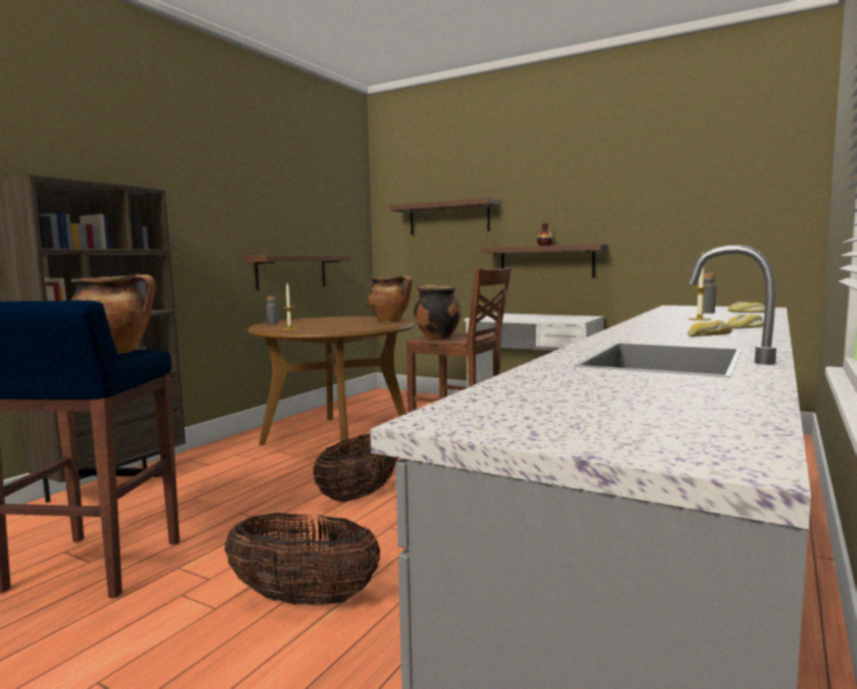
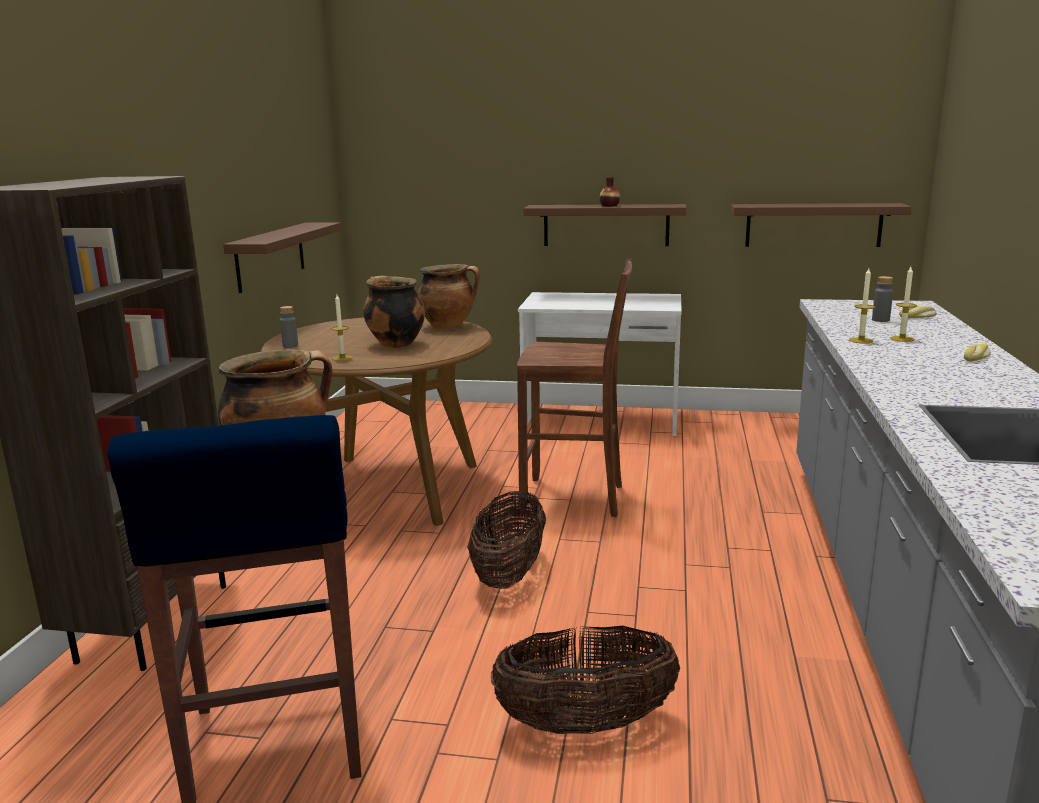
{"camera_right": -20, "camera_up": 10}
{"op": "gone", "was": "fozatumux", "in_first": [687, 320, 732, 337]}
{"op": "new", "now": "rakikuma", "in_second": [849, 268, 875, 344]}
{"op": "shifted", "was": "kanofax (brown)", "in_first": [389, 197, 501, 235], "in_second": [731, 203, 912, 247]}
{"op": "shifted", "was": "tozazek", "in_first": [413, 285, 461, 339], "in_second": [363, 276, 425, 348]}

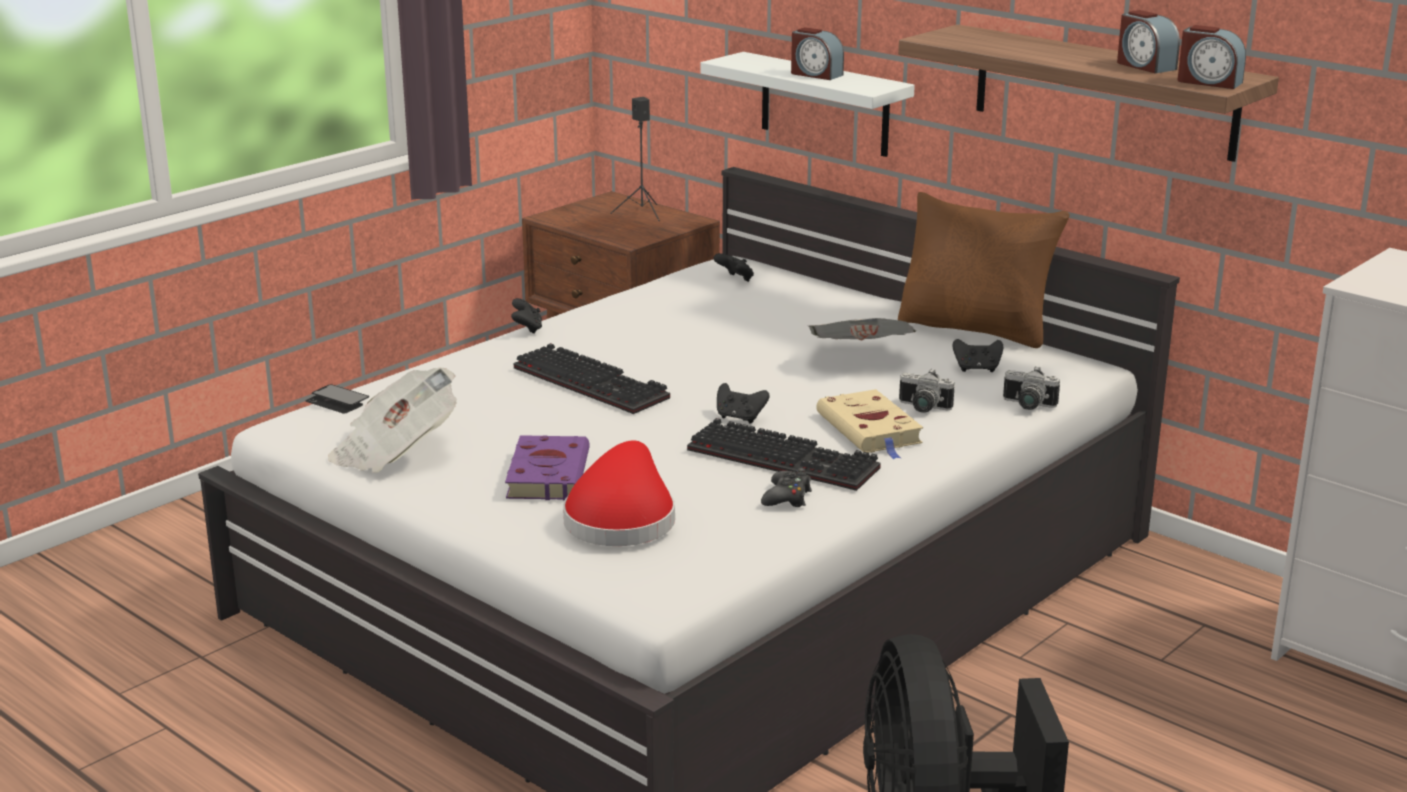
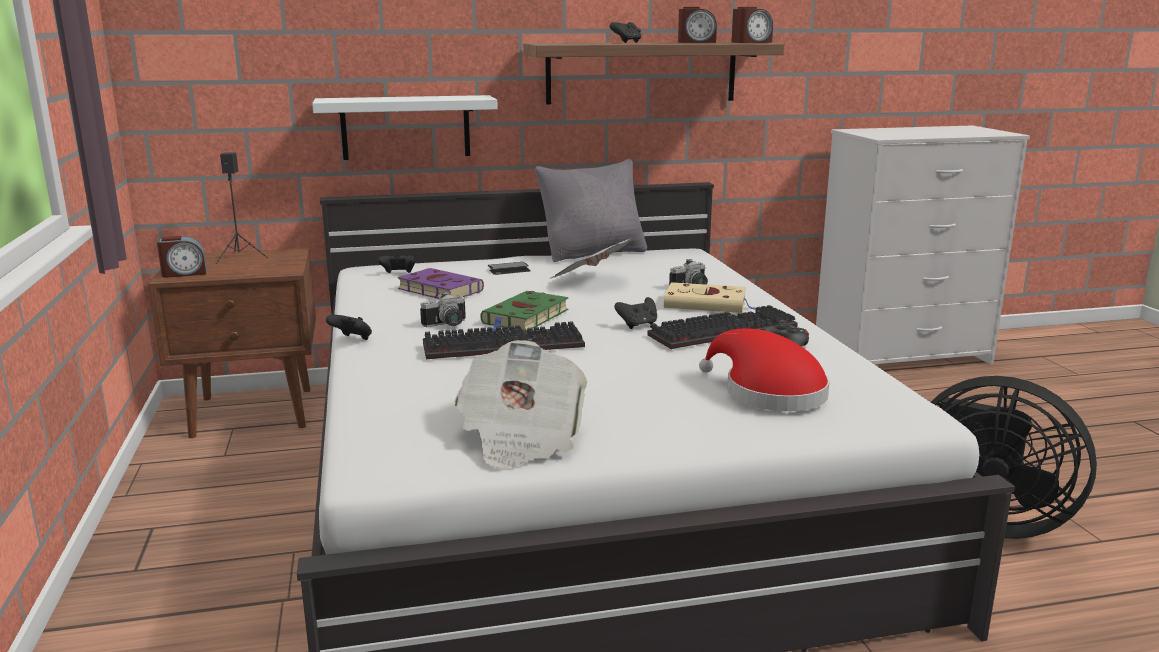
{"camera_right": -55, "camera_up": -5}
{"op": "new", "now": "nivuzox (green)", "in_second": [480, 291, 568, 331]}
{"op": "shifted", "was": "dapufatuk", "in_first": [306, 384, 369, 413], "in_second": [488, 262, 531, 275]}
{"op": "shifted", "was": "nivuzox (purple)", "in_first": [505, 435, 590, 501], "in_second": [397, 268, 484, 299]}
{"op": "shifted", "was": "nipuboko", "in_first": [791, 27, 844, 80], "in_second": [157, 236, 207, 278]}
{"op": "shifted", "was": "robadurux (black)", "in_first": [952, 339, 1003, 372], "in_second": [609, 22, 641, 43]}
{"op": "shifted", "was": "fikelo", "in_first": [1003, 366, 1060, 410], "in_second": [420, 292, 466, 327]}
{"op": "repainted", "was": "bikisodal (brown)", "now": "bikisodal (grey)", "in_first": [898, 192, 1070, 348], "in_second": [535, 159, 647, 262]}

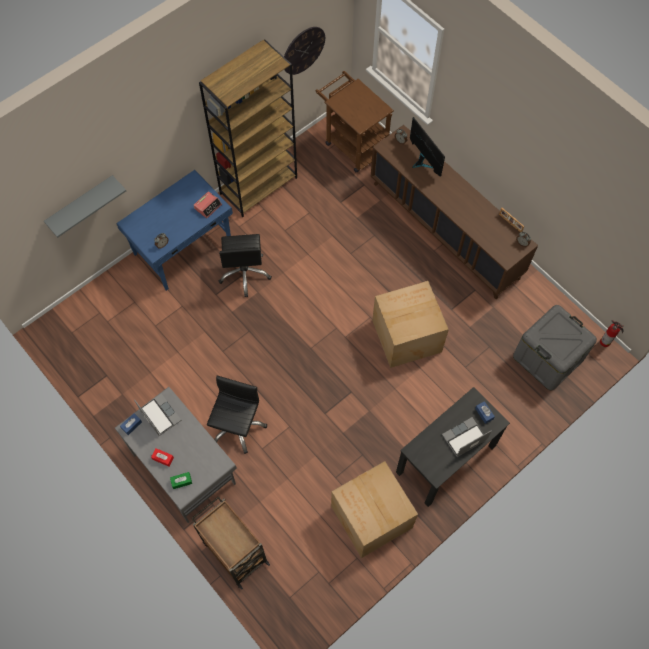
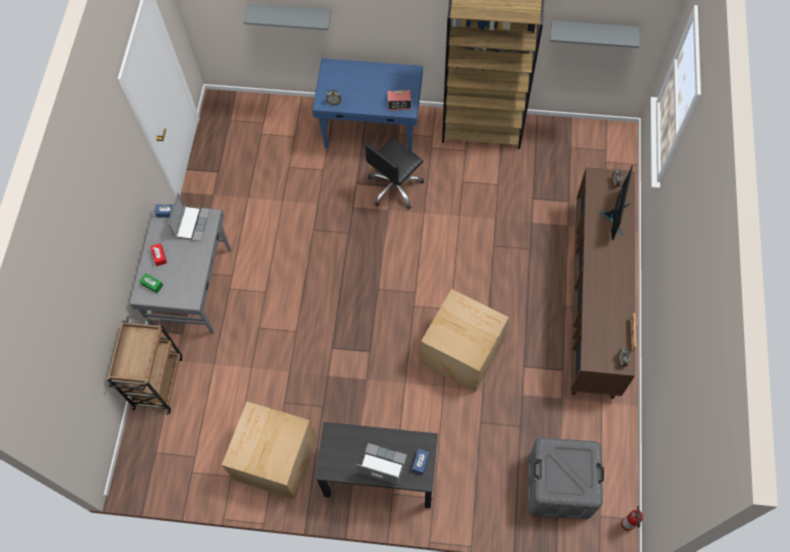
{"camera_right": 50, "camera_up": 0}
{"op": "gone", "was": "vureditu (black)", "in_first": [207, 375, 267, 454]}
{"op": "gone", "was": "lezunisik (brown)", "in_first": [316, 71, 394, 173]}
{"op": "swapped", "was": "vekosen", "now": "kanofax (grey)", "in_first": [284, 27, 325, 75], "in_second": [550, 20, 640, 48]}

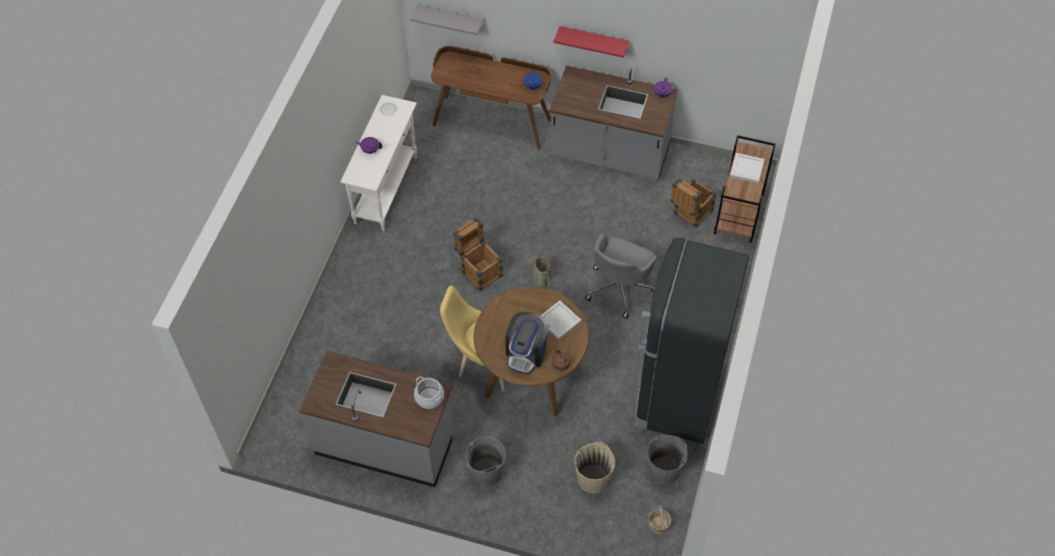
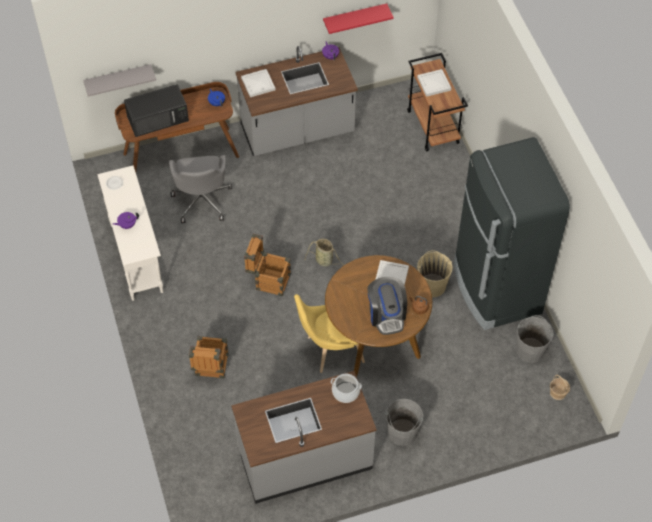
{"camera_right": -35, "camera_up": 0}
{"op": "new", "now": "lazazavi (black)", "in_second": [124, 84, 189, 137]}
{"op": "new", "now": "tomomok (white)", "in_second": [241, 69, 275, 97]}
{"op": "shifted", "was": "kanofax (red)", "in_first": [554, 26, 629, 58], "in_second": [323, 3, 394, 34]}
{"op": "shifted", "was": "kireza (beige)", "in_first": [574, 442, 615, 494], "in_second": [417, 250, 453, 297]}
{"op": "shifted", "was": "vureditu (grey)", "in_first": [585, 233, 657, 319], "in_second": [169, 155, 232, 223]}
{"op": "shifted", "was": "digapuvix", "in_first": [670, 178, 716, 228], "in_second": [189, 336, 229, 378]}

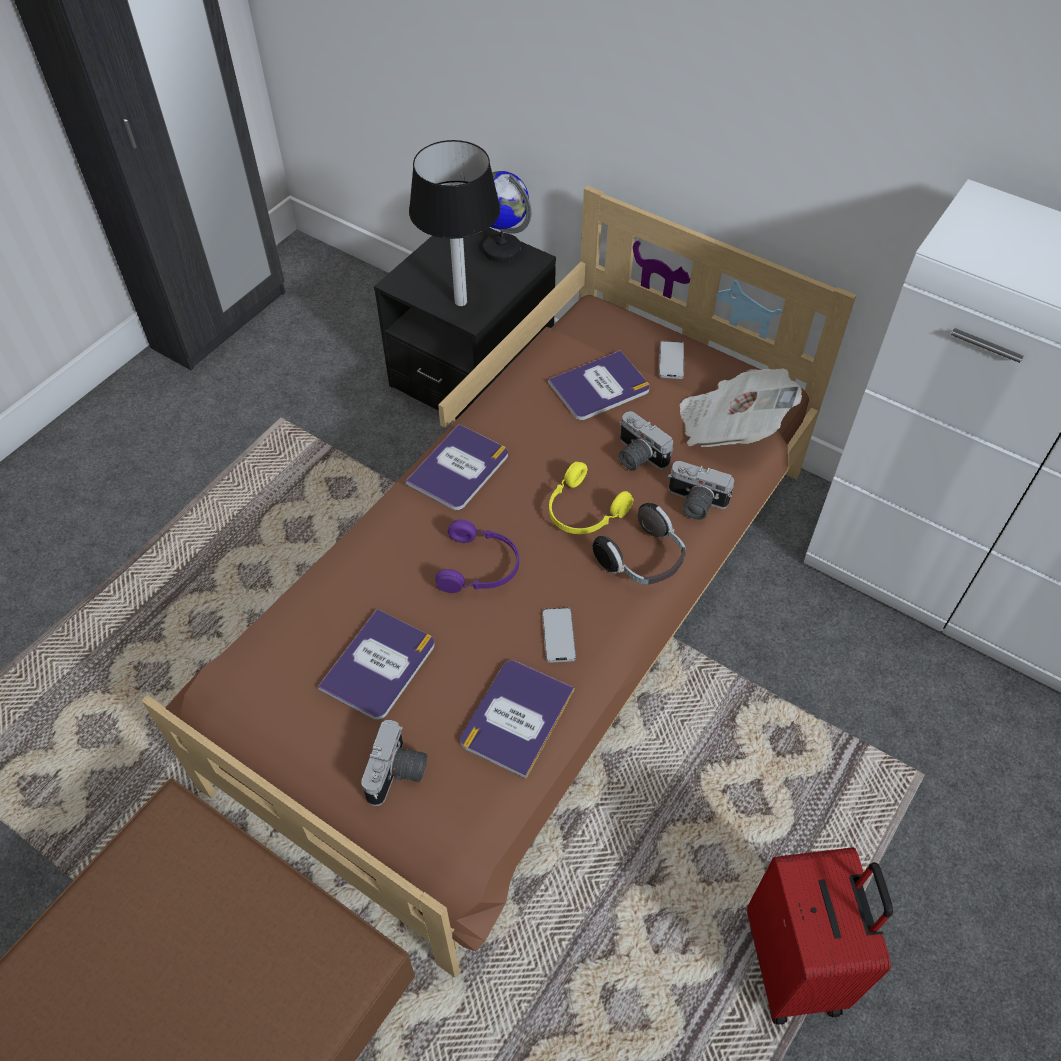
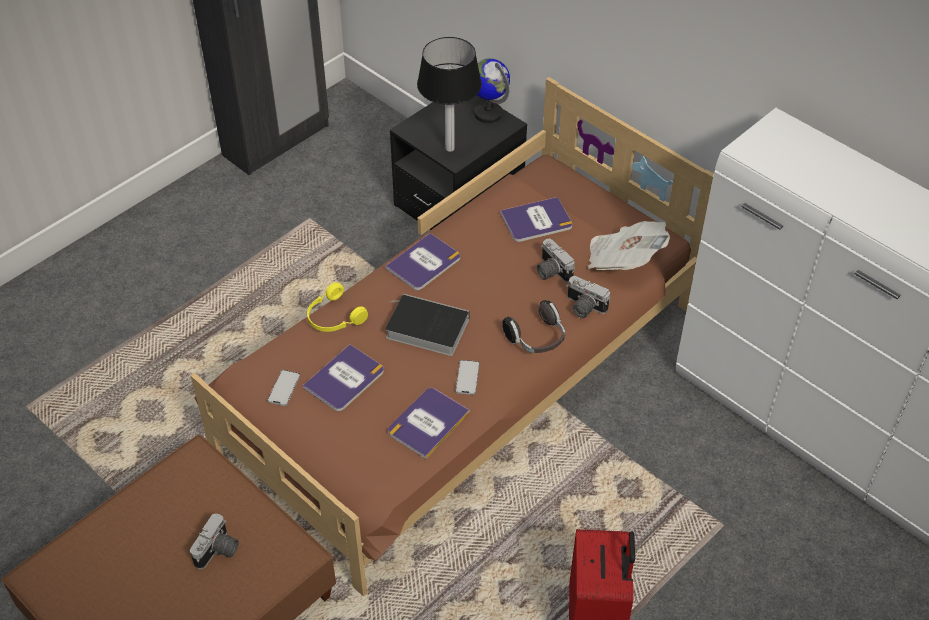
{"camera_right": 10, "camera_up": -5}
{"op": "shifted", "was": "fikelo", "in_first": [361, 720, 427, 806], "in_second": [190, 514, 239, 569]}
{"op": "shifted", "was": "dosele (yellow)", "in_first": [549, 462, 634, 534], "in_second": [307, 282, 368, 332]}
{"op": "shifted", "was": "dapufatuk", "in_first": [659, 341, 684, 379], "in_second": [268, 370, 300, 406]}
{"op": "swapped", "was": "dosele (purple)", "now": "nivuzox", "in_first": [435, 519, 519, 593], "in_second": [385, 294, 469, 356]}

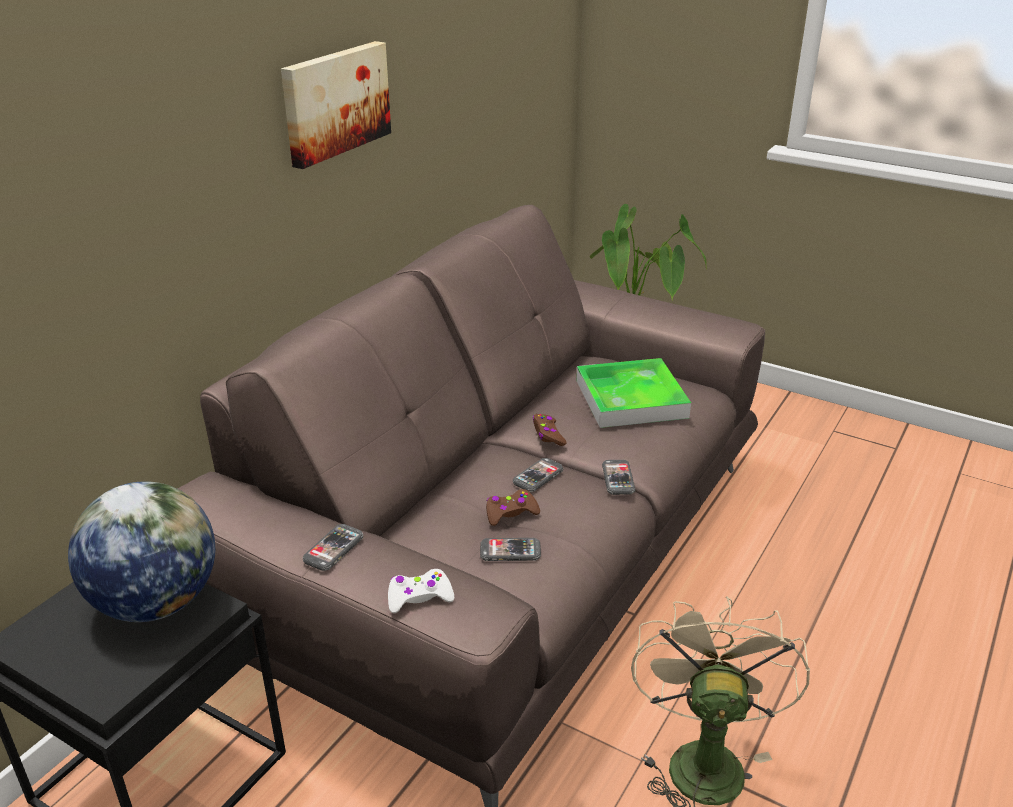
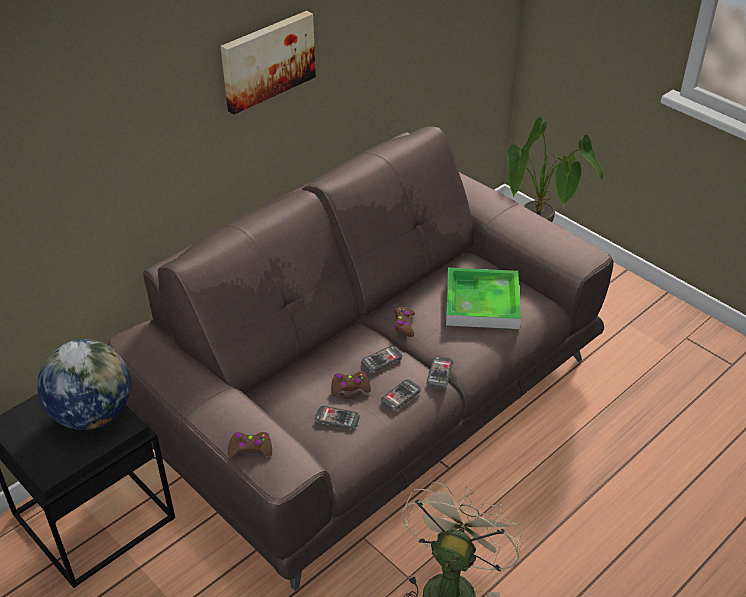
{"camera_right": 15, "camera_up": 10}
{"op": "shifted", "was": "dapufatuk", "in_first": [303, 524, 363, 571], "in_second": [381, 379, 421, 411]}
{"op": "repainted", "was": "robadurux (white)", "now": "robadurux (brown)", "in_first": [388, 569, 454, 613], "in_second": [228, 432, 272, 457]}

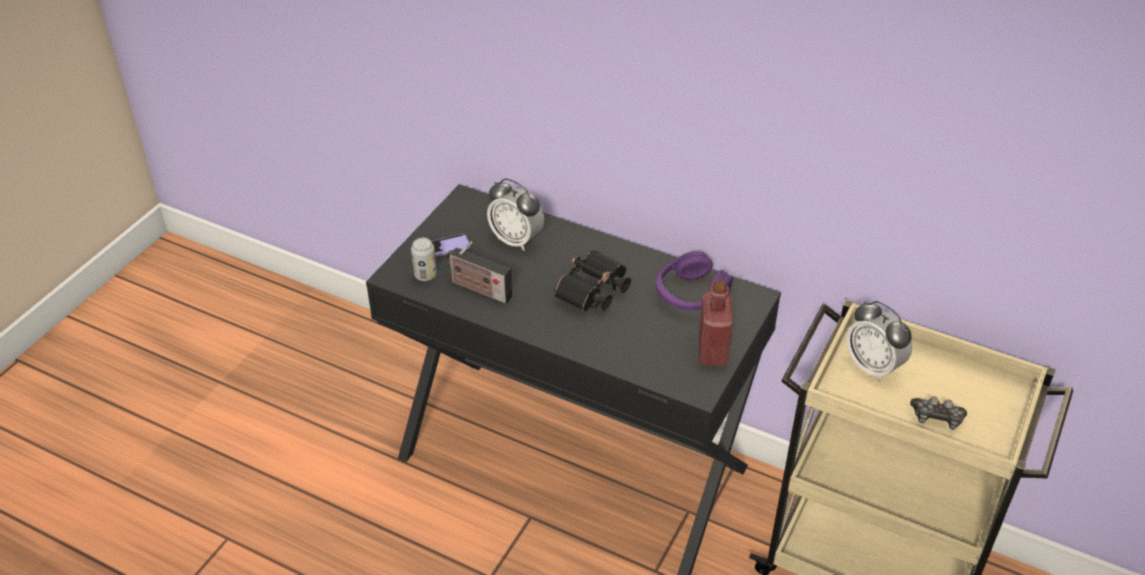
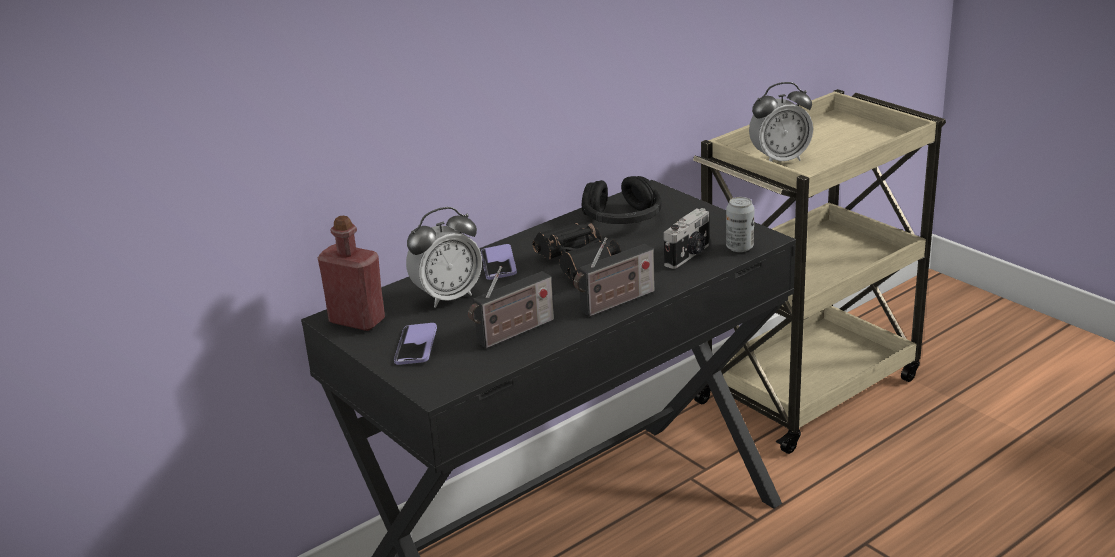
{"camera_right": -65, "camera_up": -15}
{"op": "gone", "was": "robadurux", "in_first": [910, 396, 967, 430]}
{"op": "new", "now": "dapufatuk", "in_second": [481, 244, 517, 280]}
{"op": "new", "now": "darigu", "in_second": [574, 237, 655, 317]}
{"op": "new", "now": "fikelo", "in_second": [664, 208, 709, 269]}
{"op": "shifted", "was": "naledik", "in_first": [411, 238, 437, 281], "in_second": [726, 197, 754, 252]}
{"op": "shifted", "was": "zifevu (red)", "in_first": [699, 280, 733, 366], "in_second": [318, 216, 385, 331]}
{"op": "repainted", "was": "dosele (purple)", "now": "dosele (black)", "in_first": [656, 251, 733, 310], "in_second": [582, 176, 662, 224]}

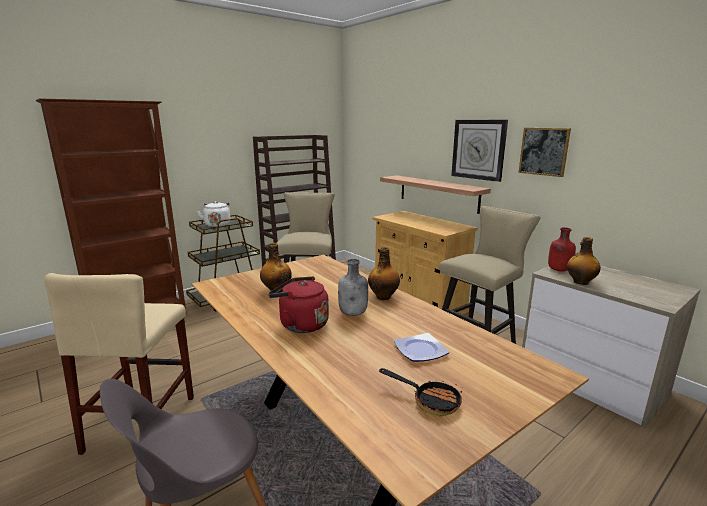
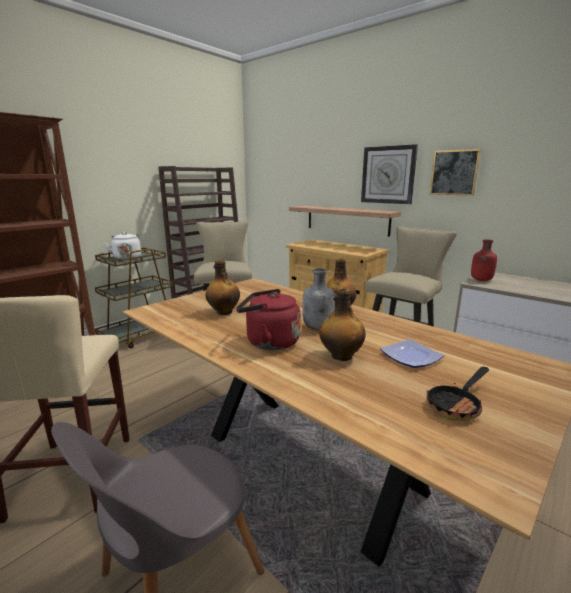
{"camera_right": -10, "camera_up": 0}
{"op": "shifted", "was": "zifevu", "in_first": [567, 237, 601, 285], "in_second": [319, 287, 366, 361]}
{"op": "rotated", "was": "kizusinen", "in_first": [379, 368, 462, 416], "in_second": [427, 367, 489, 421], "clockwise": 120}

